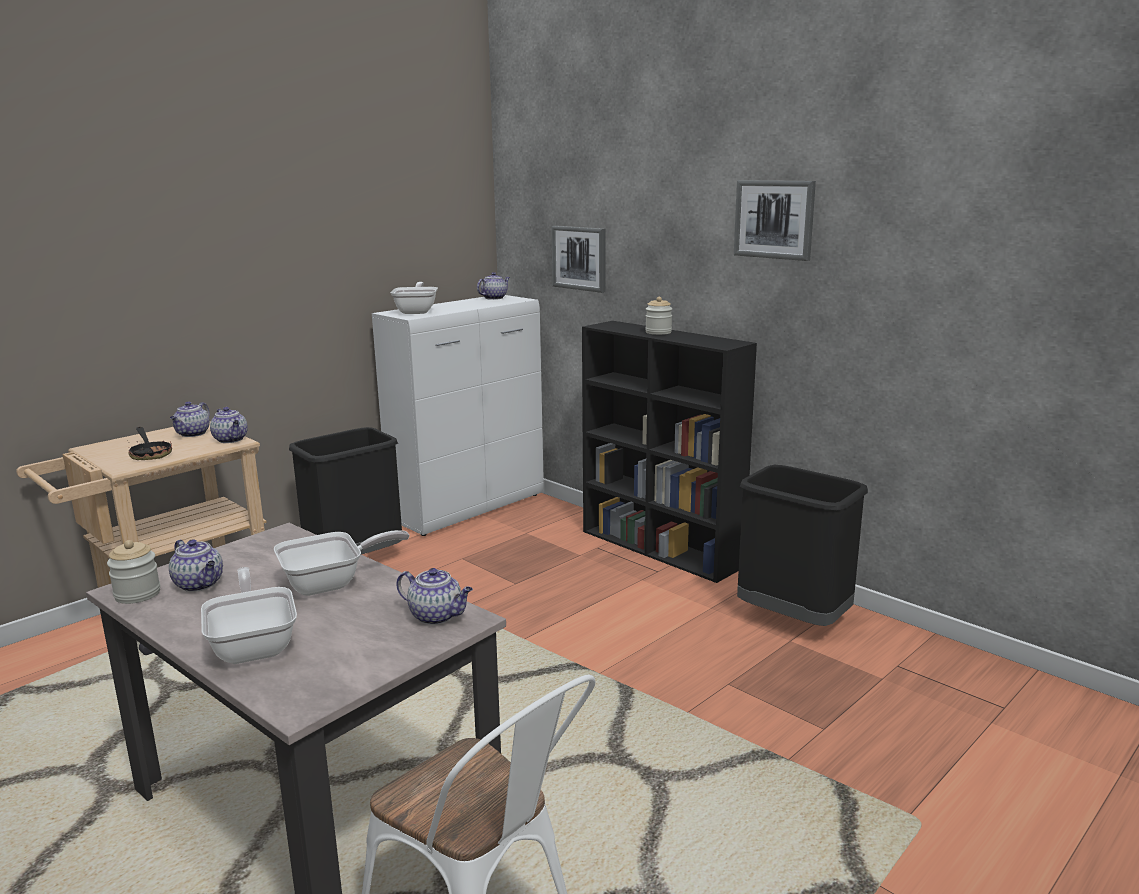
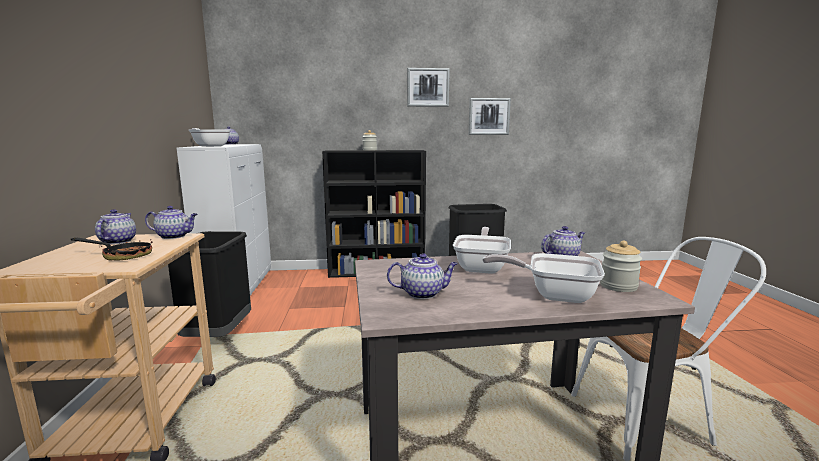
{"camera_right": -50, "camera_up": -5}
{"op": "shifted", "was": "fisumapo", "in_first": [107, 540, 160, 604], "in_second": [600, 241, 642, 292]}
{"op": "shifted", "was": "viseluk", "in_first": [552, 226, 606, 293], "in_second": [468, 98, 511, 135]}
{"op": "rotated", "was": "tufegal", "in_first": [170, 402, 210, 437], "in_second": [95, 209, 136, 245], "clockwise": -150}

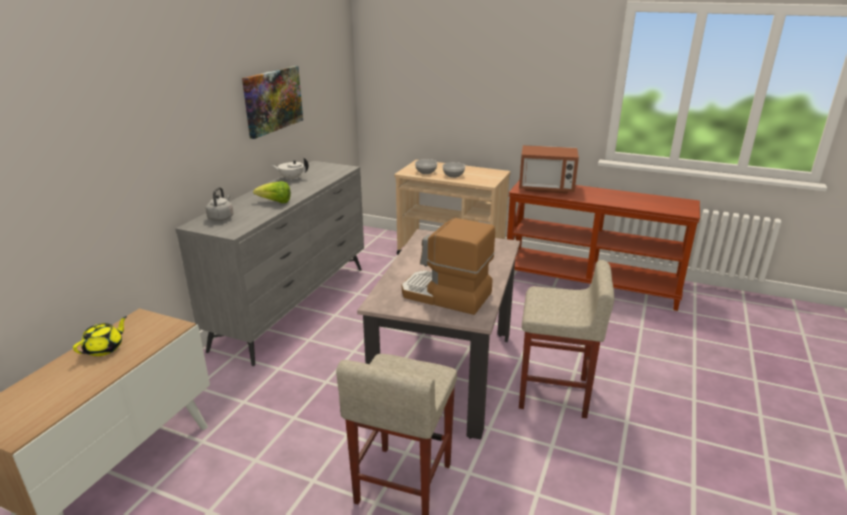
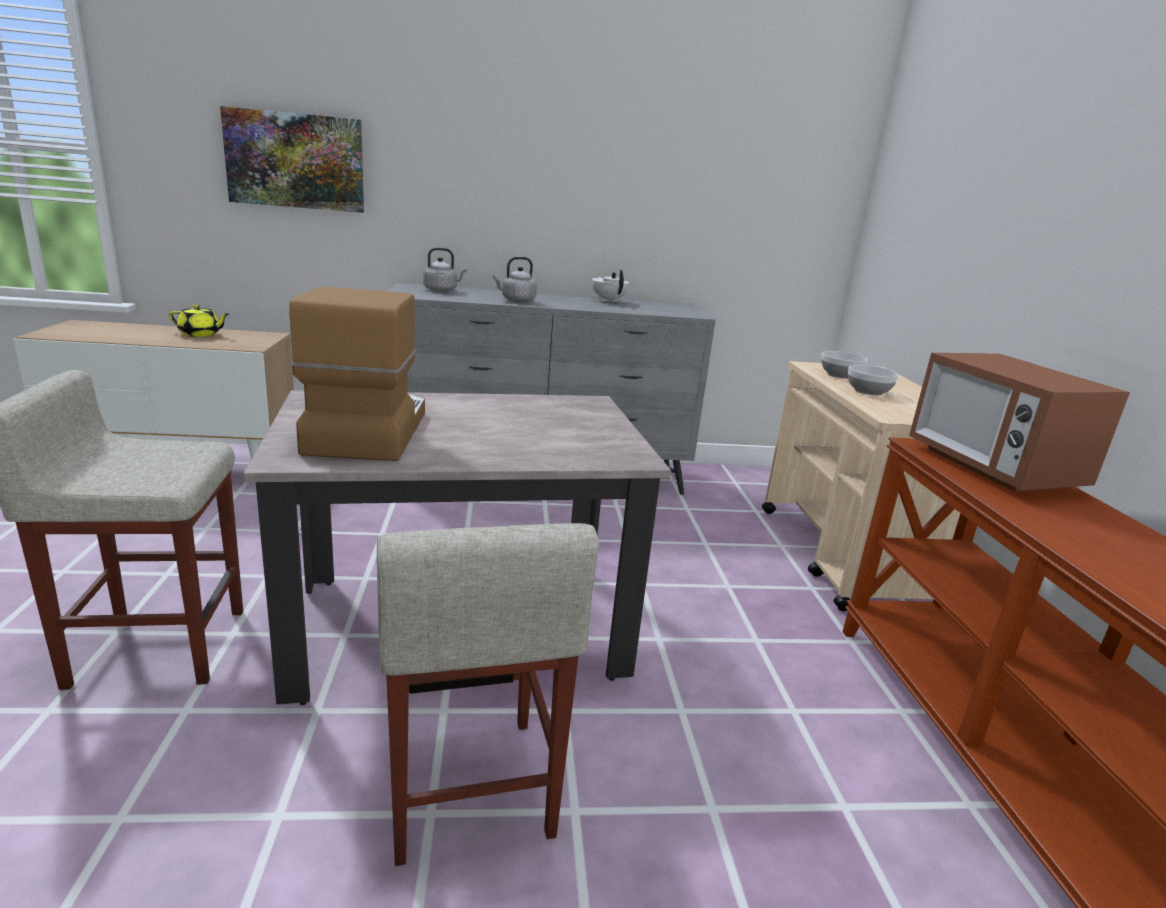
{"camera_right": 60, "camera_up": -5}
{"op": "shifted", "was": "viseluk", "in_first": [242, 66, 303, 139], "in_second": [220, 106, 364, 213]}
{"op": "swapped", "was": "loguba", "now": "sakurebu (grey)", "in_first": [253, 181, 291, 203], "in_second": [493, 257, 537, 302]}

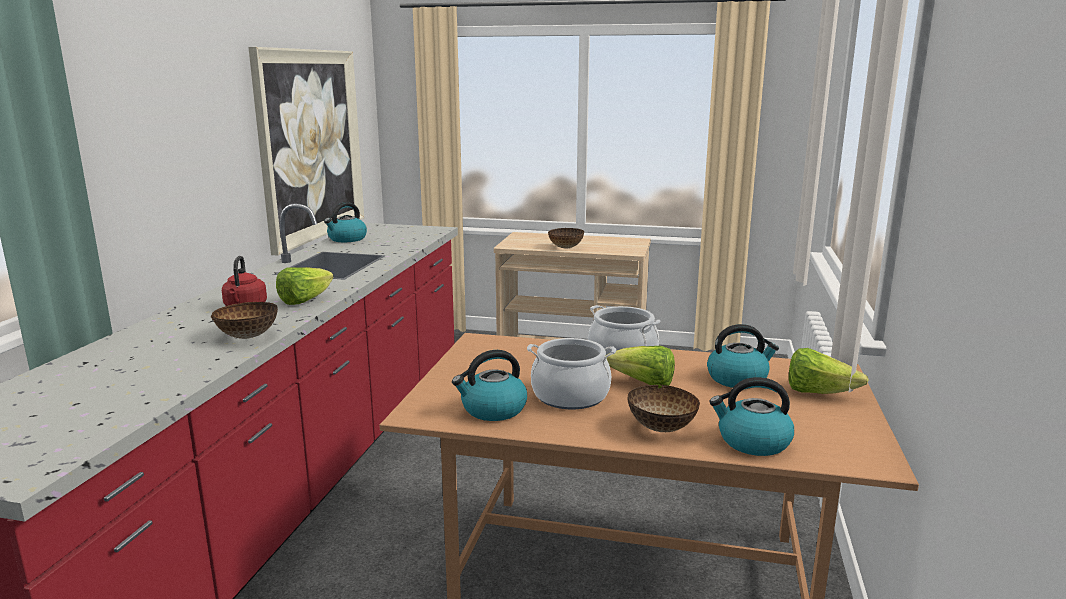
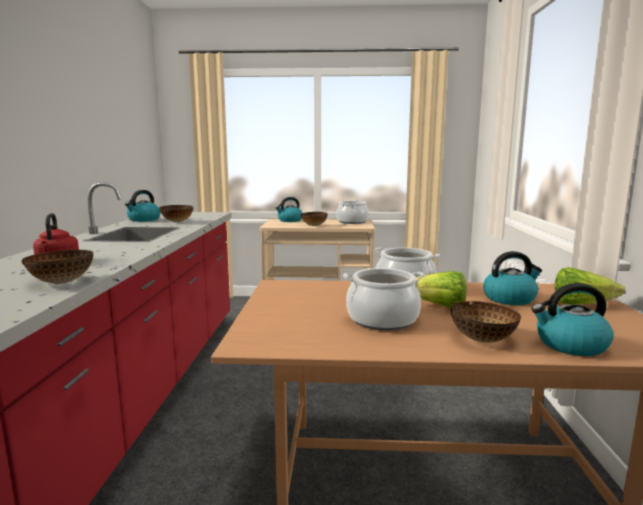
{"camera_right": -10, "camera_up": -5}
{"op": "gone", "was": "viseluk", "in_first": [248, 47, 364, 255]}
{"op": "gone", "was": "loguba", "in_first": [276, 267, 333, 305]}
{"op": "new", "now": "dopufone", "in_second": [159, 205, 193, 222]}
{"op": "new", "now": "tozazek", "in_second": [336, 200, 369, 224]}
{"op": "shifted", "was": "sakurebu", "in_first": [452, 350, 527, 421], "in_second": [275, 197, 302, 222]}

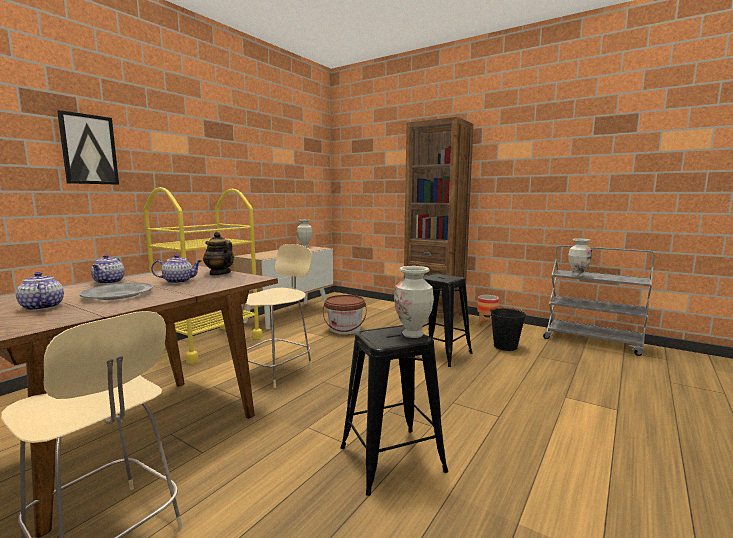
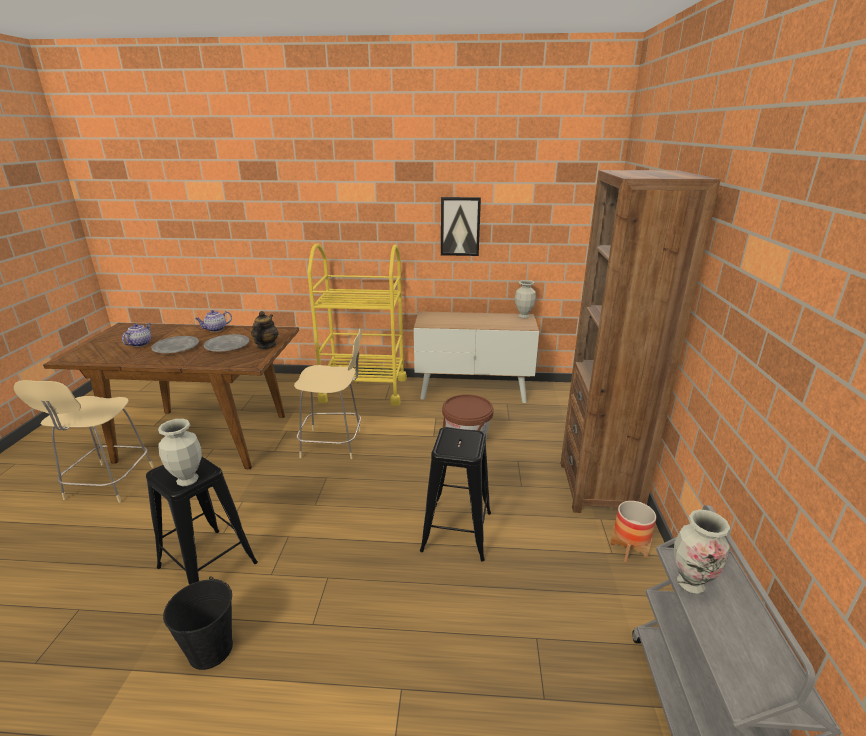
{"camera_right": 60, "camera_up": 15}
{"op": "shifted", "was": "viseluk", "in_first": [57, 110, 119, 185], "in_second": [441, 197, 481, 256]}
{"op": "shifted", "was": "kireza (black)", "in_first": [490, 308, 526, 351], "in_second": [163, 576, 233, 670]}
{"op": "swapped", "was": "tufegal", "now": "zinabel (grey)", "in_first": [151, 254, 202, 284], "in_second": [204, 334, 249, 352]}

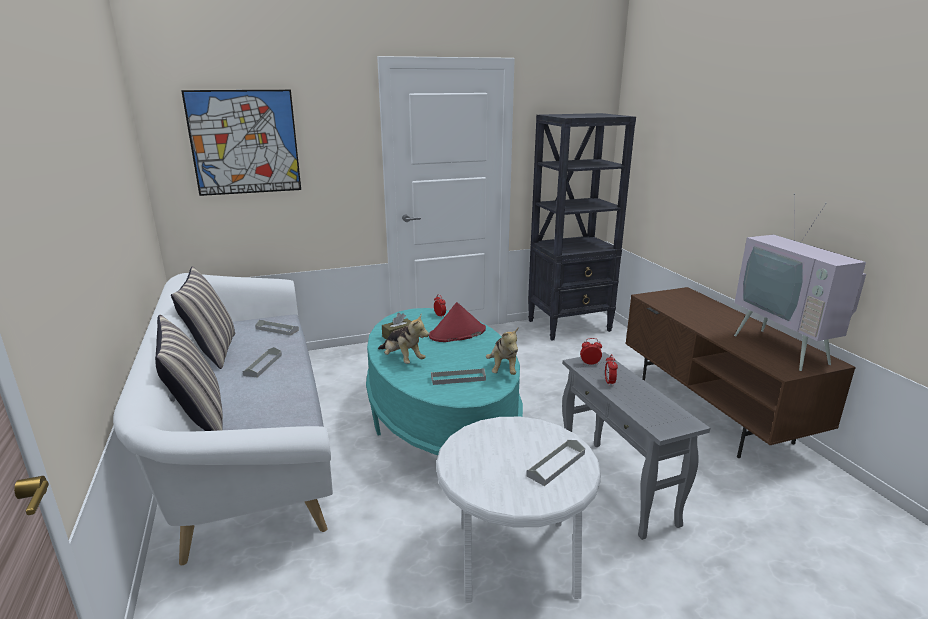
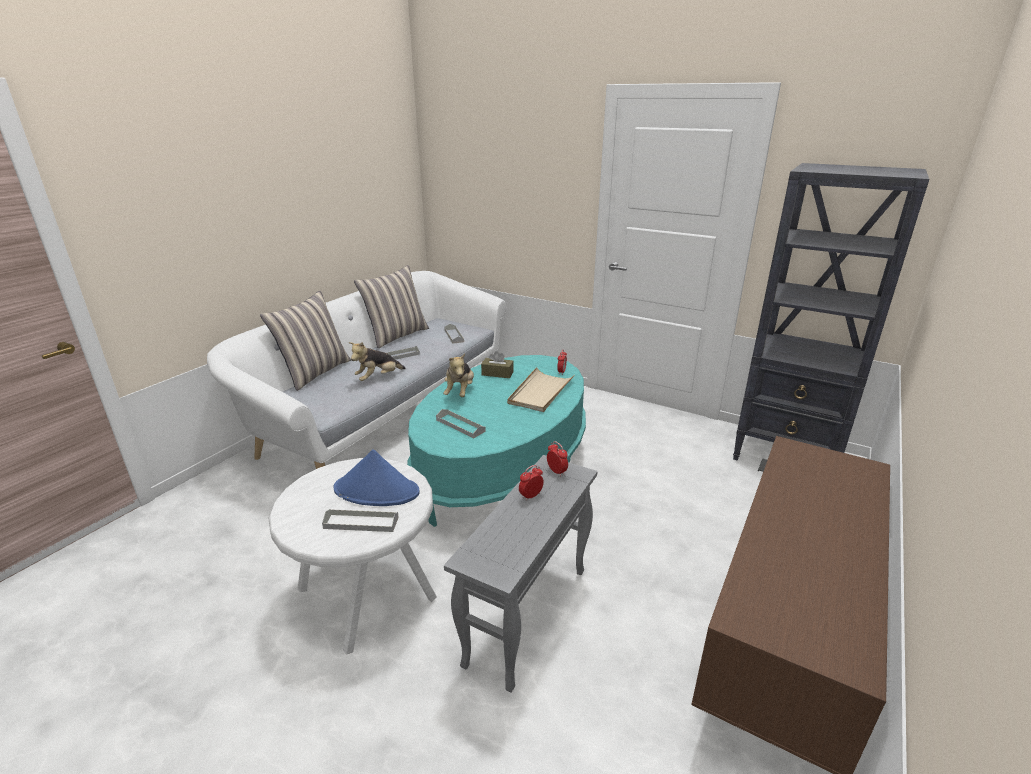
{"camera_right": 50, "camera_up": 5}
{"op": "gone", "was": "viseluk", "in_first": [181, 90, 301, 196]}
{"op": "gone", "was": "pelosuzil", "in_first": [734, 194, 866, 371]}
{"op": "new", "now": "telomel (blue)", "in_second": [334, 449, 420, 506]}
{"op": "shifted", "was": "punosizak", "in_first": [486, 328, 518, 375], "in_second": [349, 342, 406, 381]}
{"op": "swapped", "was": "telomel (red)", "now": "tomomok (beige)", "in_first": [429, 302, 486, 342], "in_second": [507, 367, 574, 412]}

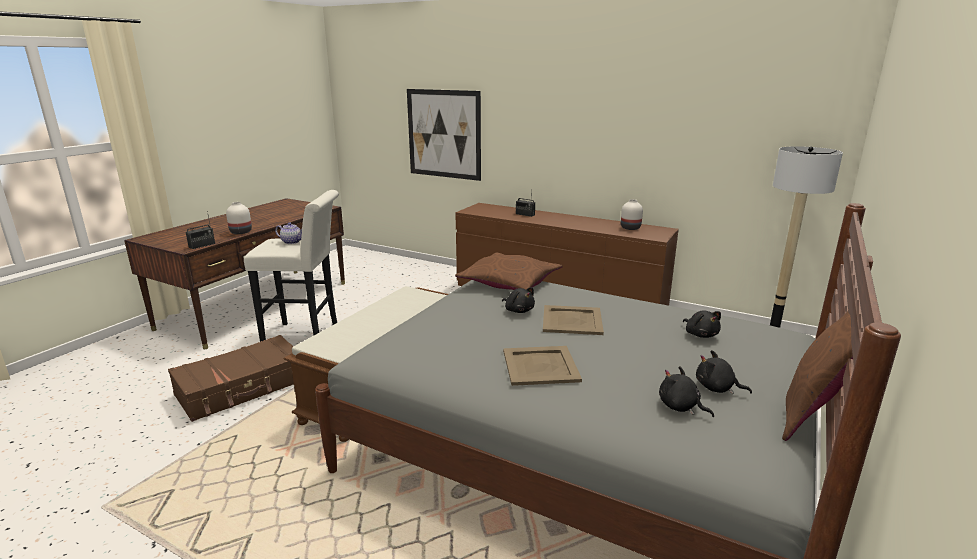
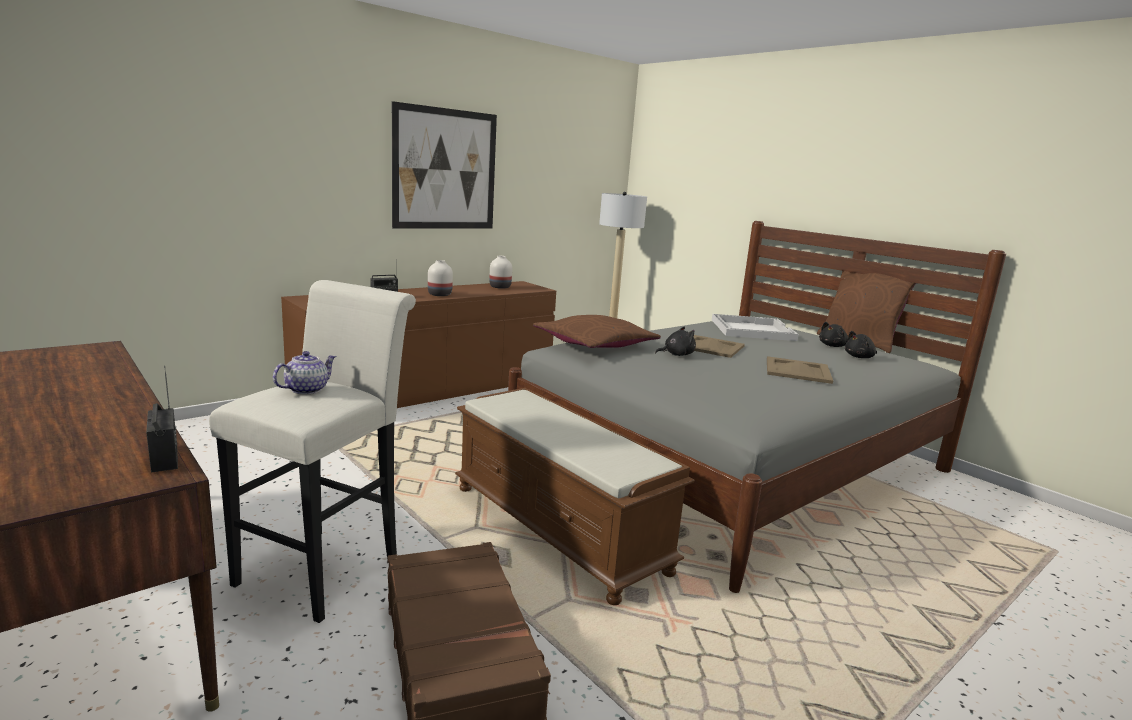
{"camera_right": -70, "camera_up": -5}
{"op": "shifted", "was": "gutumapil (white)", "in_first": [226, 202, 252, 234], "in_second": [428, 260, 453, 296]}
{"op": "shifted", "was": "viseluk", "in_first": [407, 89, 481, 181], "in_second": [392, 101, 497, 229]}
{"op": "swapped", "was": "punosizak (black)", "now": "tomomok (white)", "in_first": [683, 310, 721, 338], "in_second": [712, 314, 799, 341]}

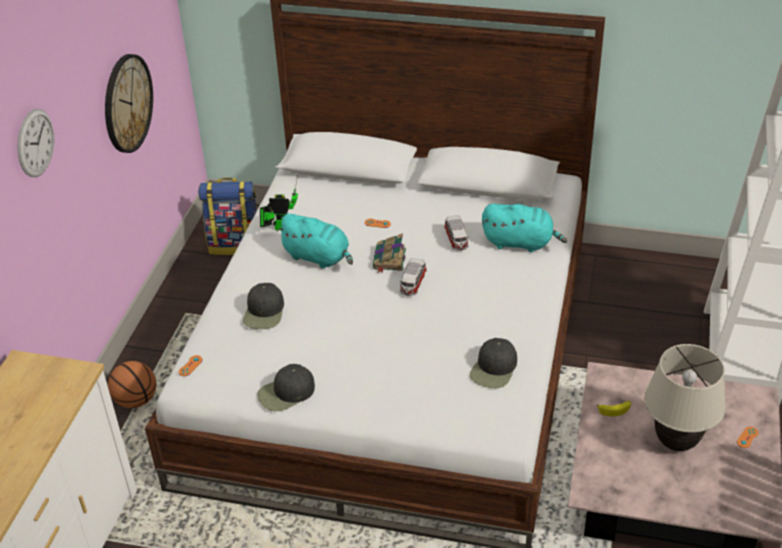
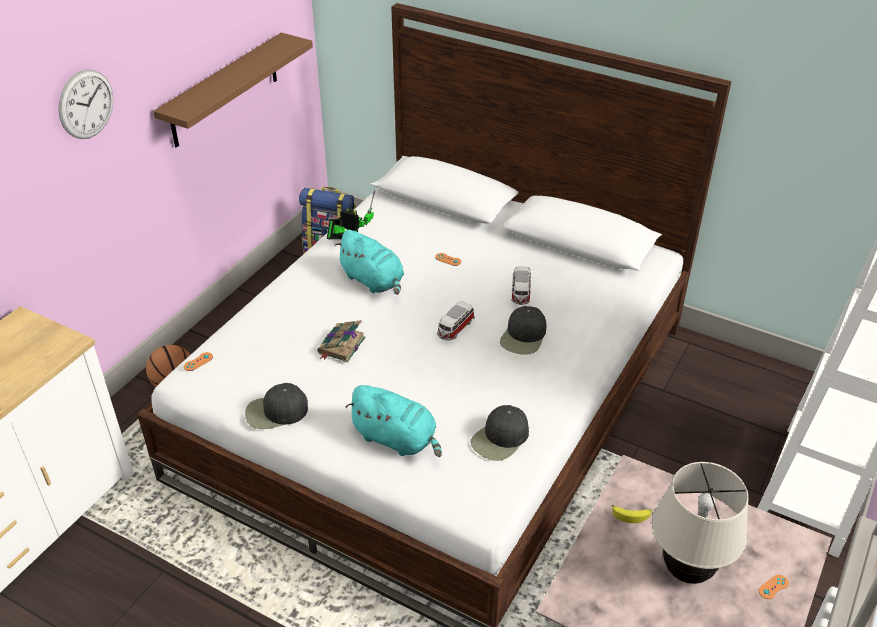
{"camera_right": 15, "camera_up": 0}
{"op": "shifted", "was": "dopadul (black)", "in_first": [243, 283, 284, 329], "in_second": [500, 306, 546, 355]}
{"op": "shifted", "was": "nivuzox", "in_first": [373, 233, 406, 273], "in_second": [317, 320, 366, 362]}
{"op": "shifted", "was": "punosizak (turquoise)", "in_first": [482, 204, 567, 252], "in_second": [346, 385, 442, 457]}
{"op": "swapped", "was": "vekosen", "now": "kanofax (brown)", "in_first": [105, 54, 153, 153], "in_second": [153, 33, 313, 148]}

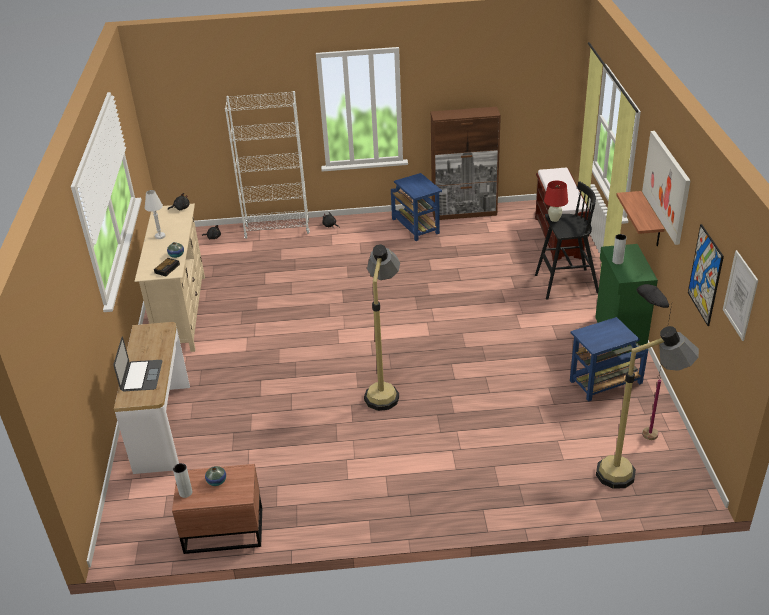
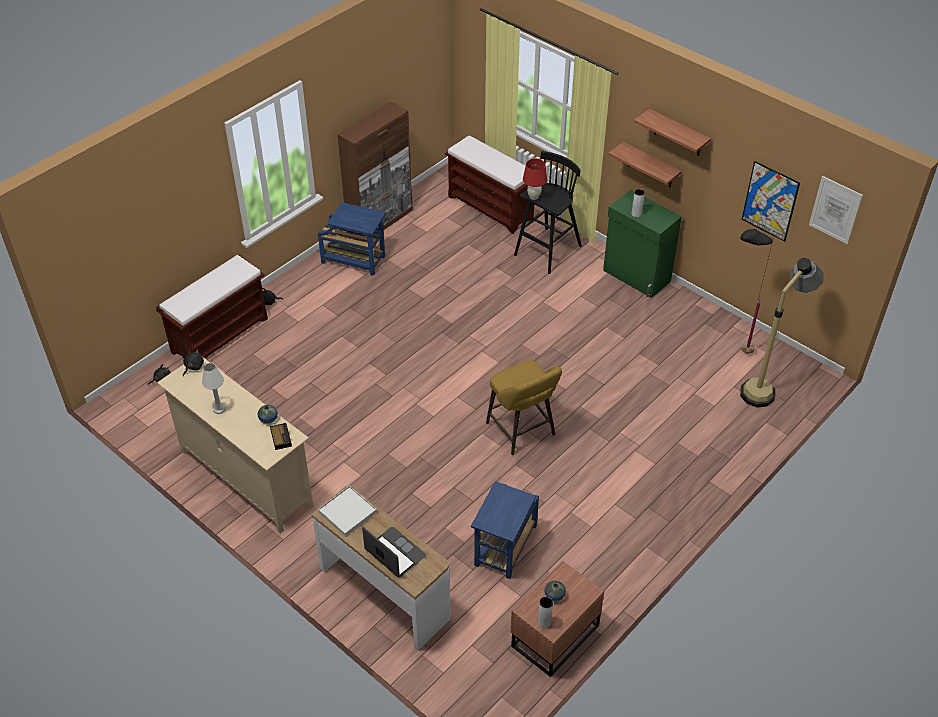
{"camera_right": -45, "camera_up": 10}
{"op": "new", "now": "tomomok (white)", "in_second": [318, 486, 377, 537]}
{"op": "shifted", "was": "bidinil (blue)", "in_first": [570, 317, 648, 402], "in_second": [471, 481, 539, 579]}
{"op": "swapped", "was": "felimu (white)", "now": "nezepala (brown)", "in_first": [225, 91, 310, 239], "in_second": [156, 254, 268, 358]}
{"op": "swapped", "was": "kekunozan", "now": "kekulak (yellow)", "in_first": [364, 244, 400, 411], "in_second": [486, 360, 562, 455]}
{"op": "swapped", "was": "viseluk", "now": "kanofax", "in_first": [642, 131, 691, 245], "in_second": [634, 109, 711, 156]}

